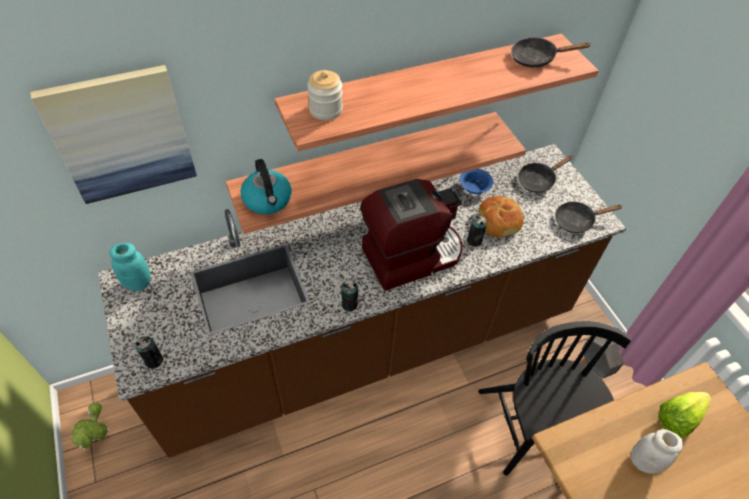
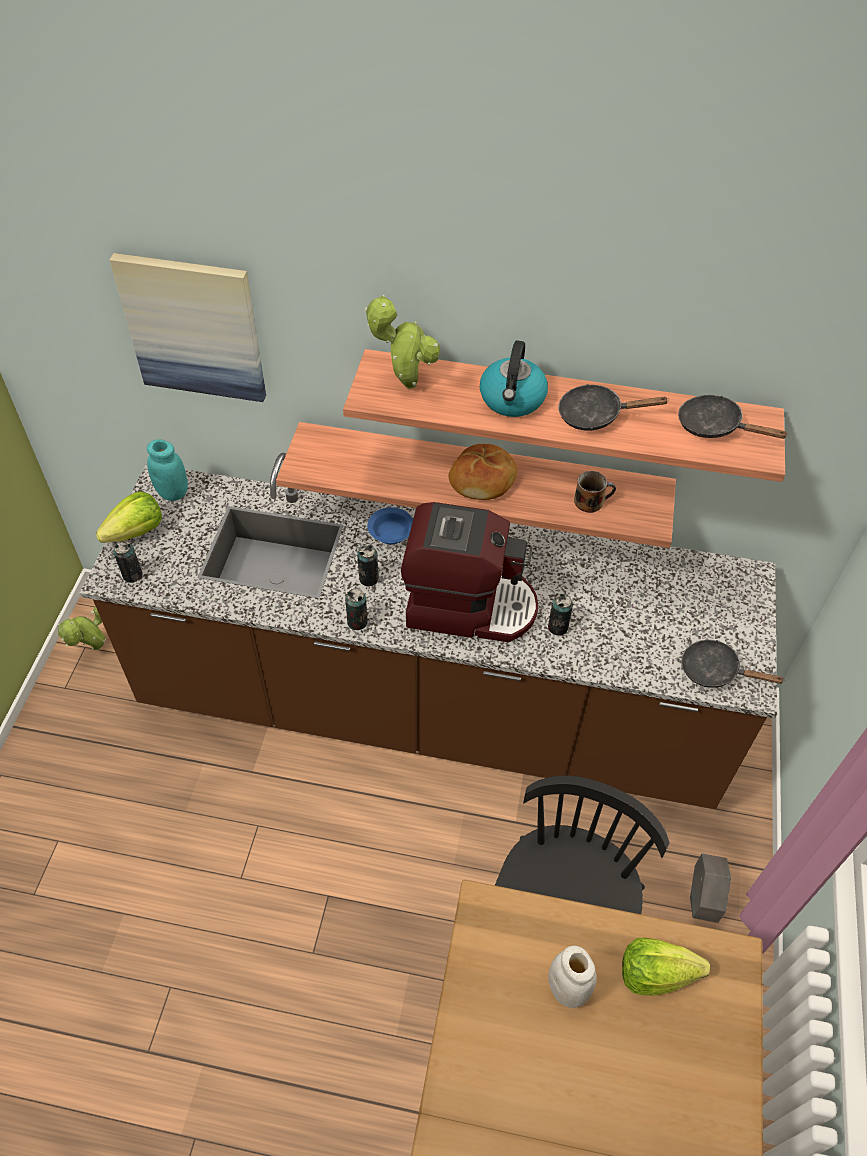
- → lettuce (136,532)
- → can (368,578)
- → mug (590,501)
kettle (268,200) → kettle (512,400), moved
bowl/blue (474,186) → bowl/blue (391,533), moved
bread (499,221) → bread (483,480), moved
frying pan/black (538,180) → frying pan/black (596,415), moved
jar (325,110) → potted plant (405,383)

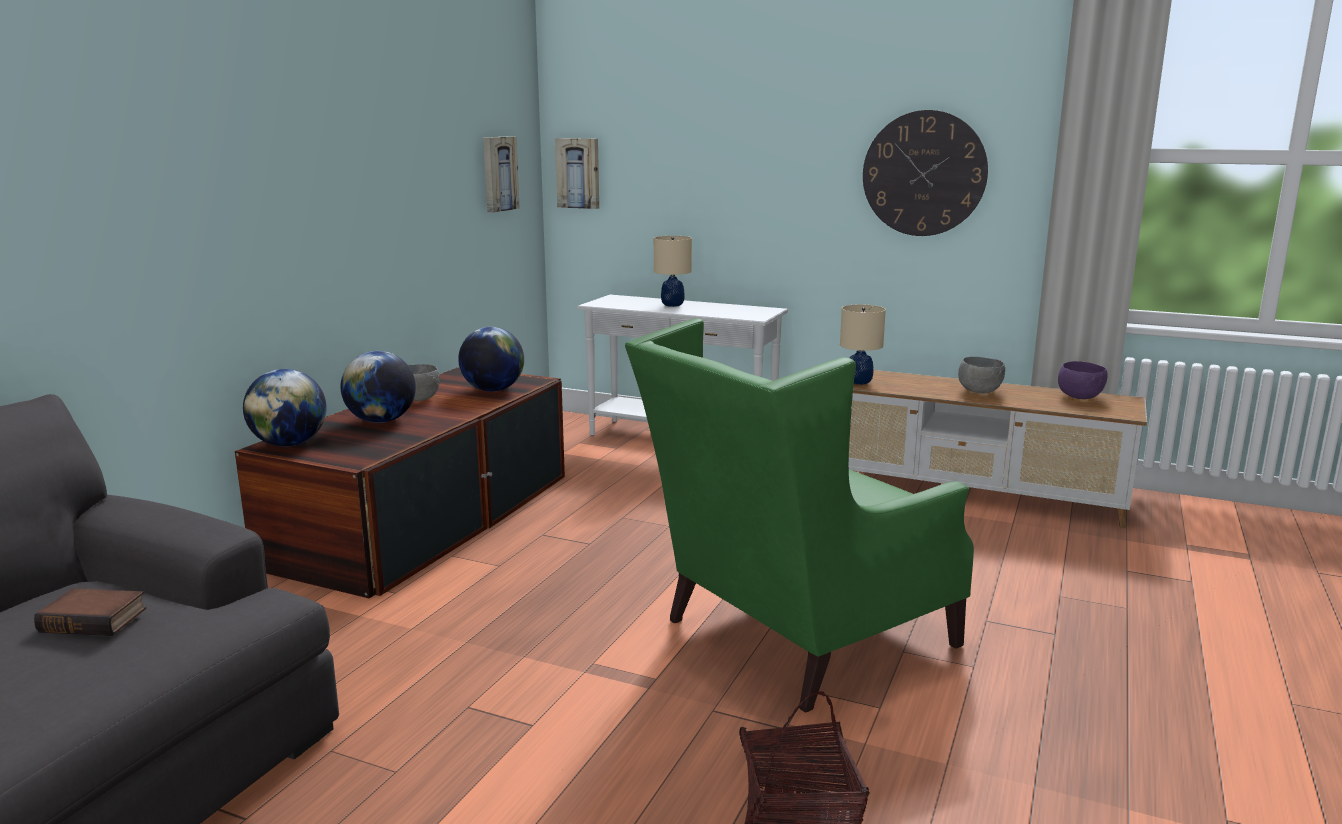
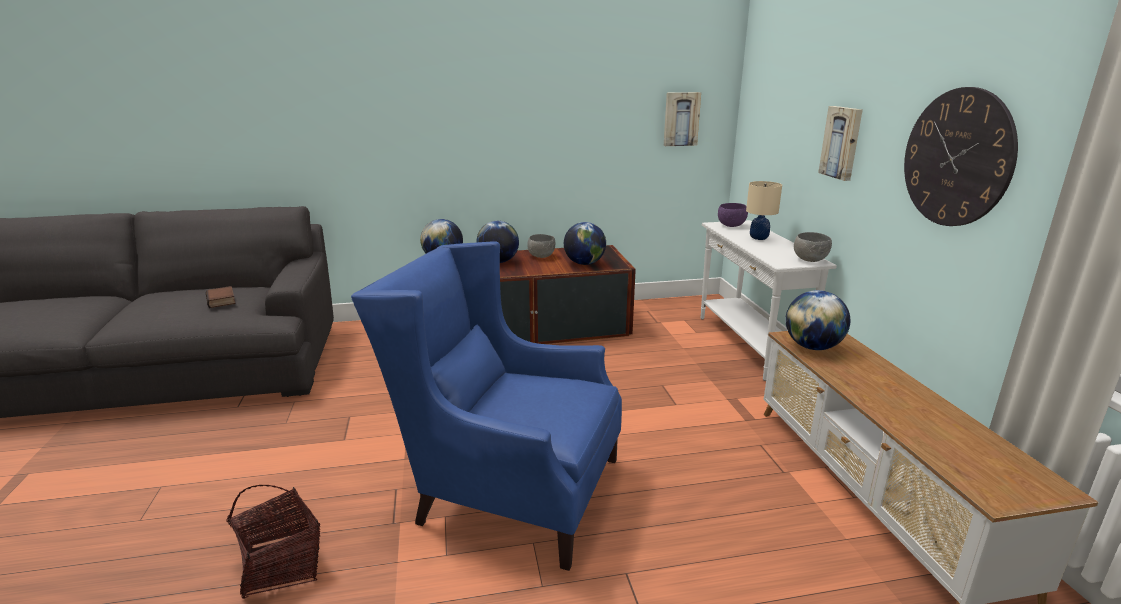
picture (578,173) → picture (842,142), moved
bowl/grey (980,392) → bowl/grey (810,260), moved
bowl/purple (1080,397) → bowl/purple (731,226), moved
table lamp/beige (860,382) → globe (812,347)
armchair/green (794,638) → armchair/blue (507,489)

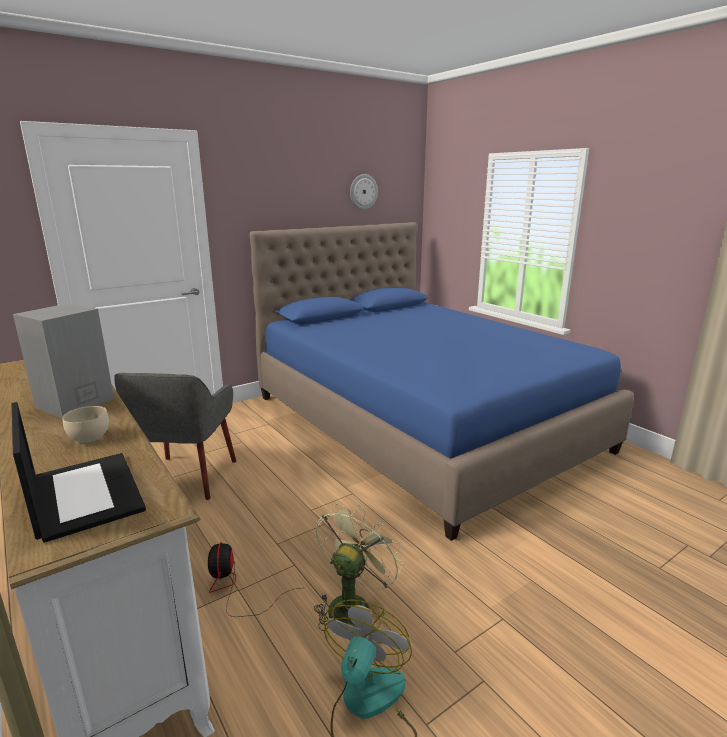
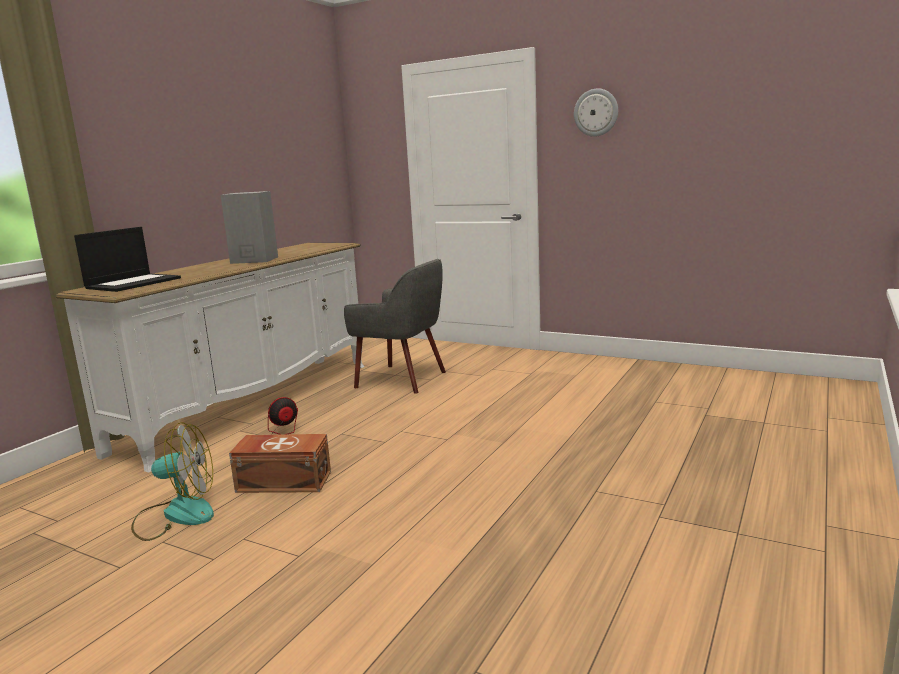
bowl/beige (90,439) → -
bed/blue (420,422) → -
wall clock (363,191) → wall clock (596,112), moved
fan/green (352,604) → storage box/brown (283,481)
armchair/grey (187,478) → armchair/grey (402,379), 135 degrees counterclockwise

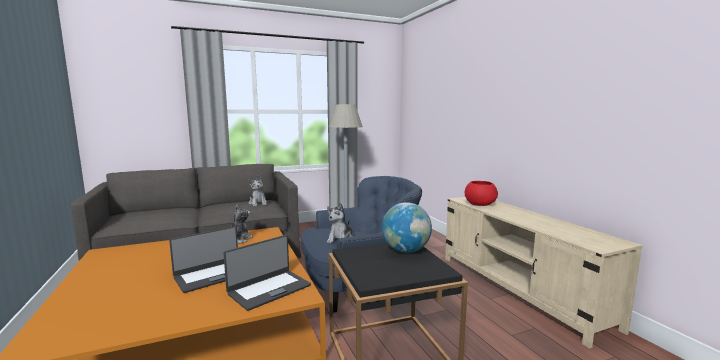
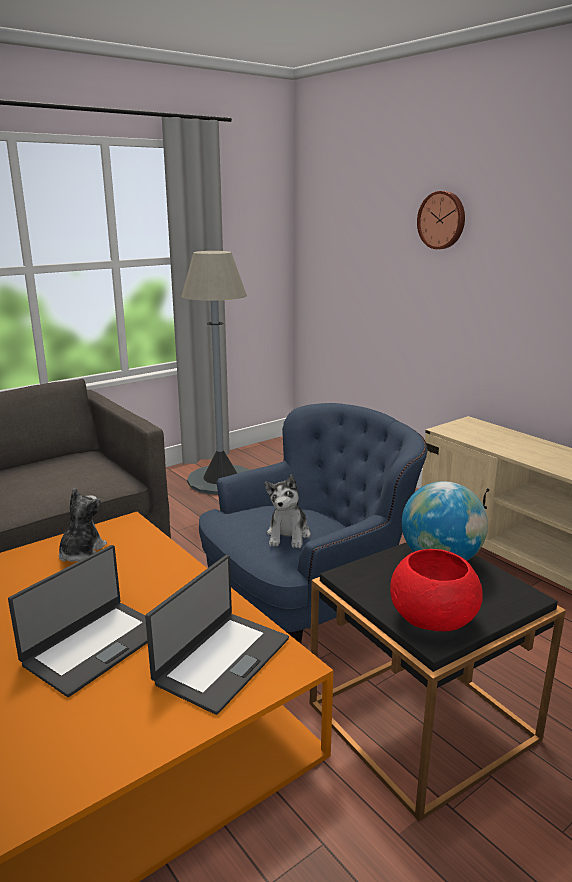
plush toy (258,203) → -
- → wall clock (442,220)
bowl/red (480,204) → bowl/red (434,619), moved

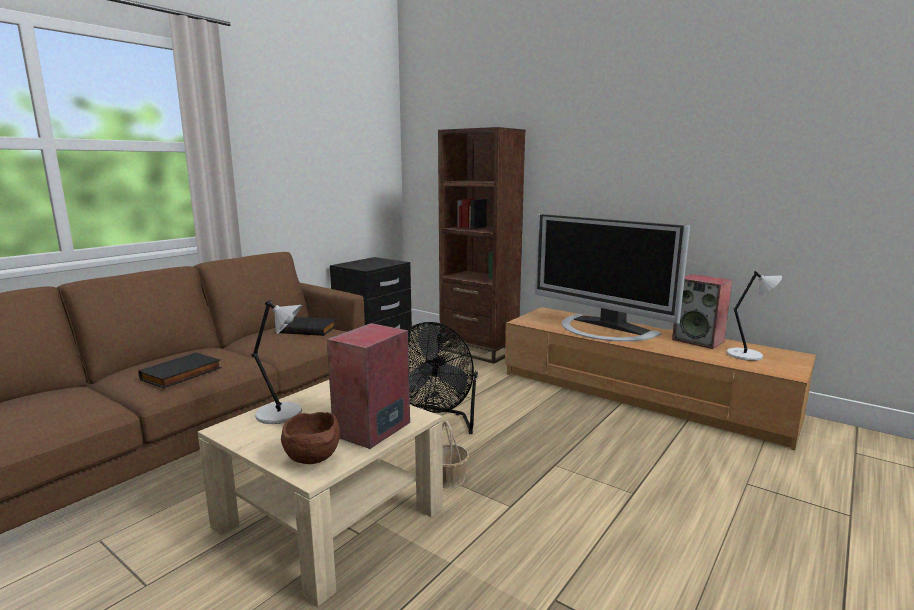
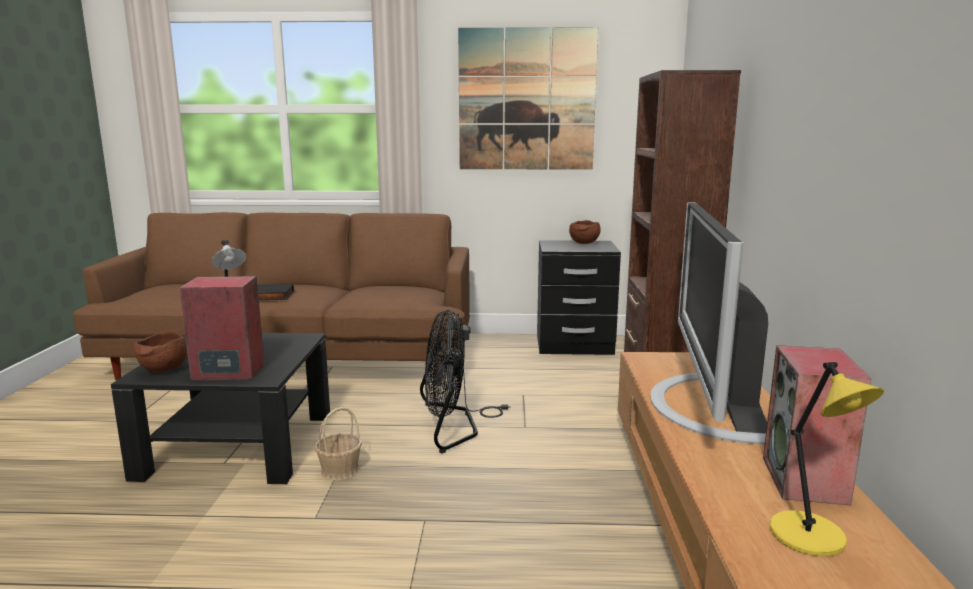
book/black (308,329) → -
- → picture (526,100)
- → bowl/brown (584,243)
coffee table/beige (330,517) → coffee table/black (238,444)
table lamp/grey (746,355) → table lamp/yellow (810,537)

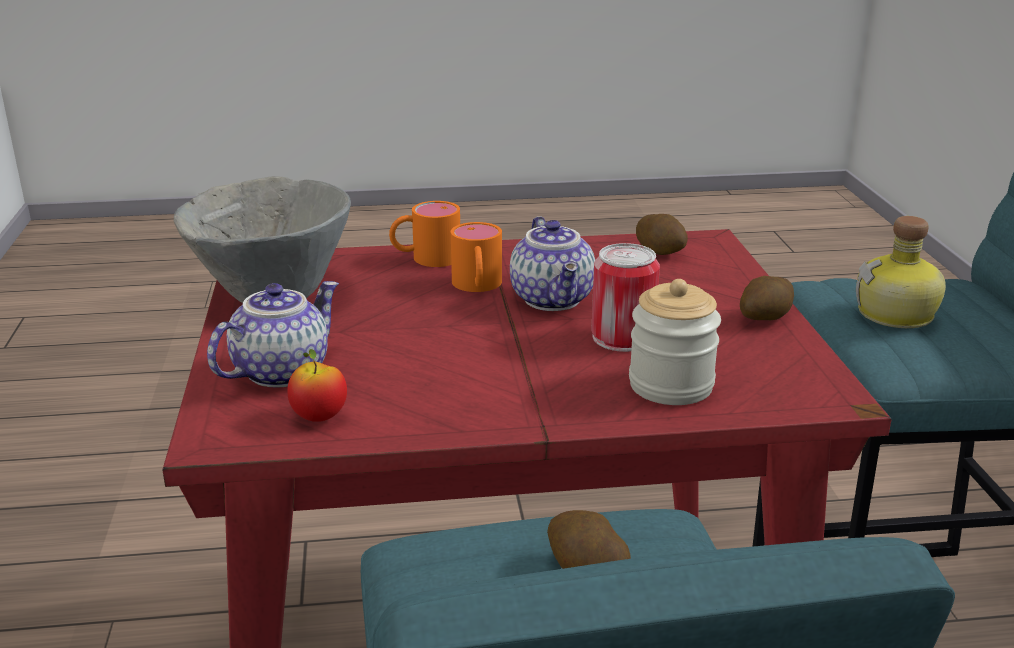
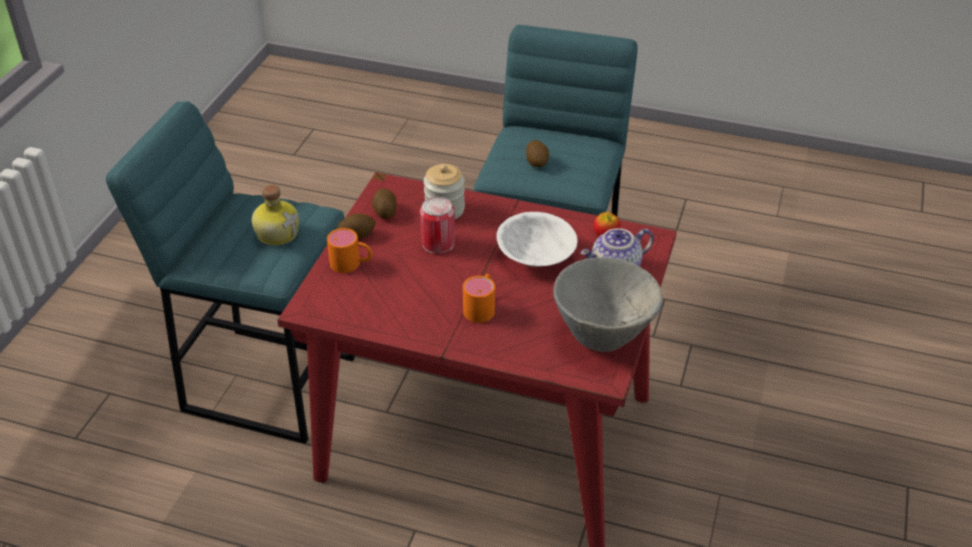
teapot (554,299) → -
- → bowl/white (536,255)
mug/orange (425,258) → mug/orange (352,264), moved
potato (661,251) → potato (385,211), moved

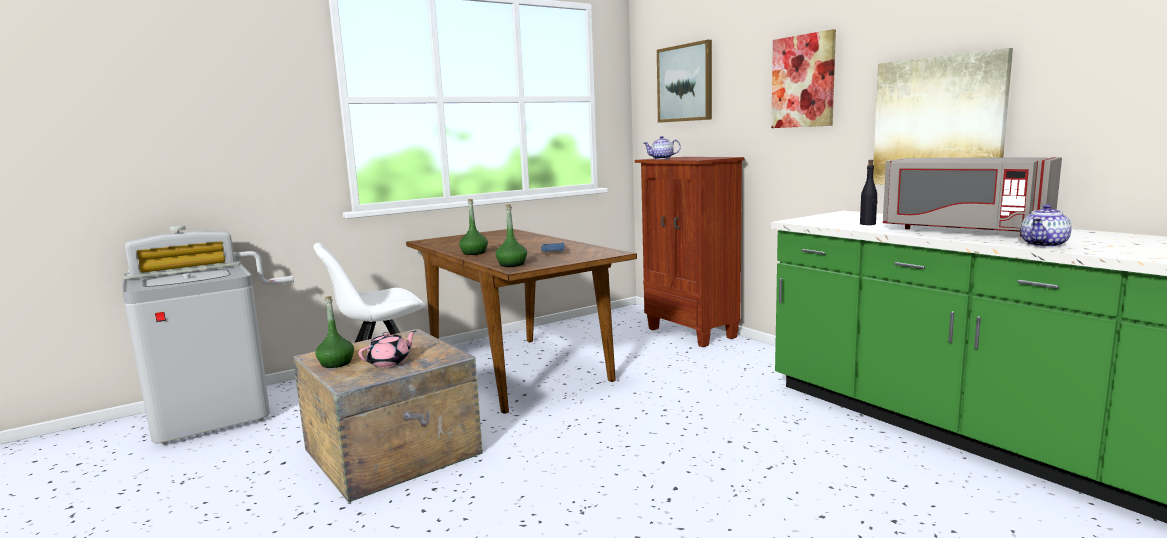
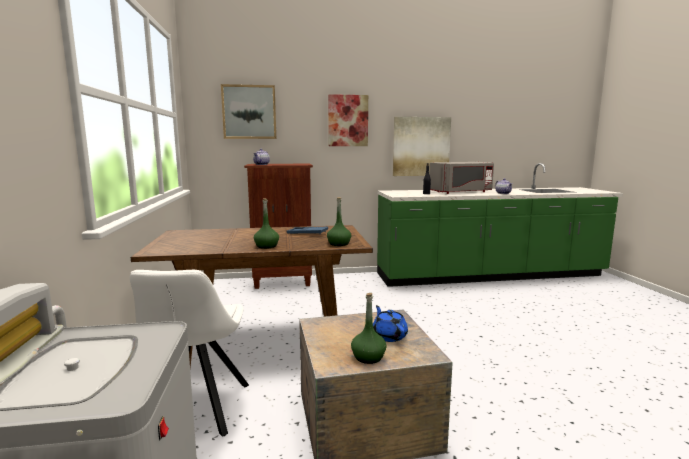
teapot/pink (390,362) → teapot/blue (389,336)

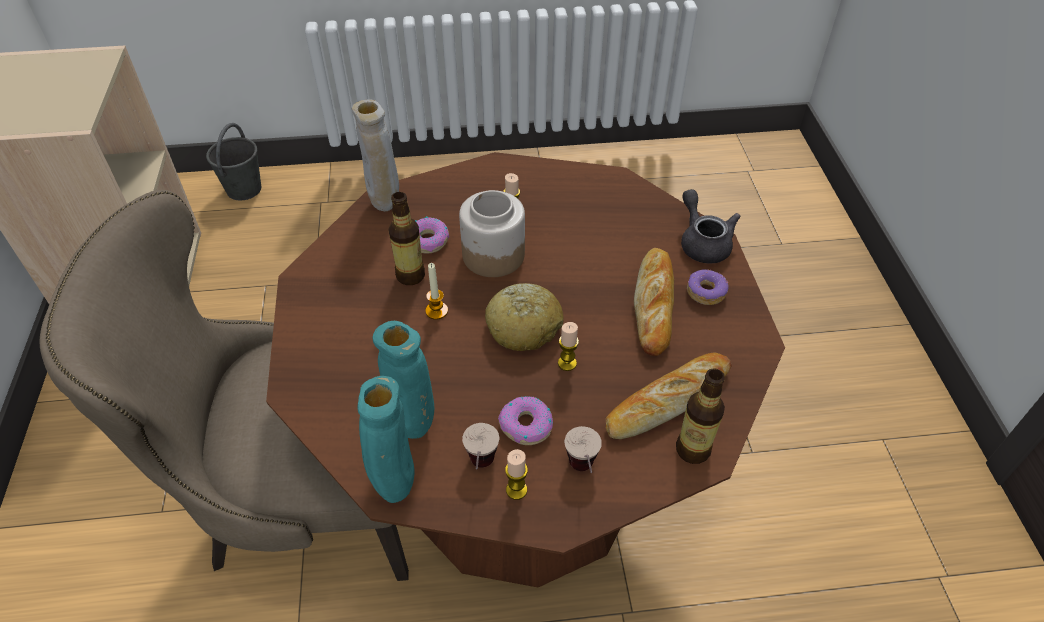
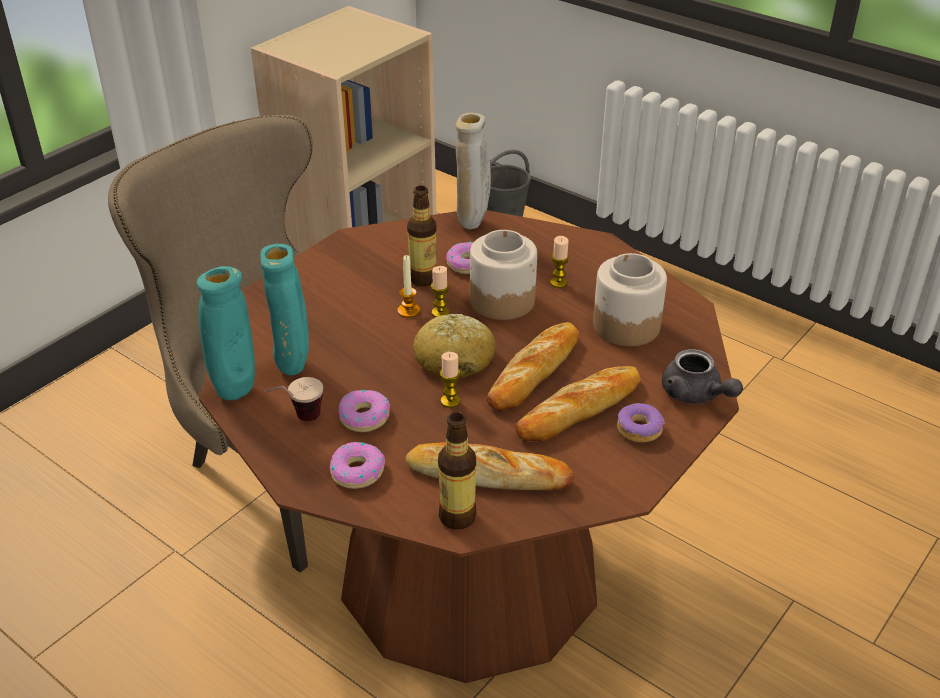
- → bread (534,371)
- → jar (625,325)
candle (516,490) → candle (440,312), moved
cup (583,474) → donut (357,471)
teapot/grey (703,242) → teapot/grey (696,395), 120 degrees clockwise

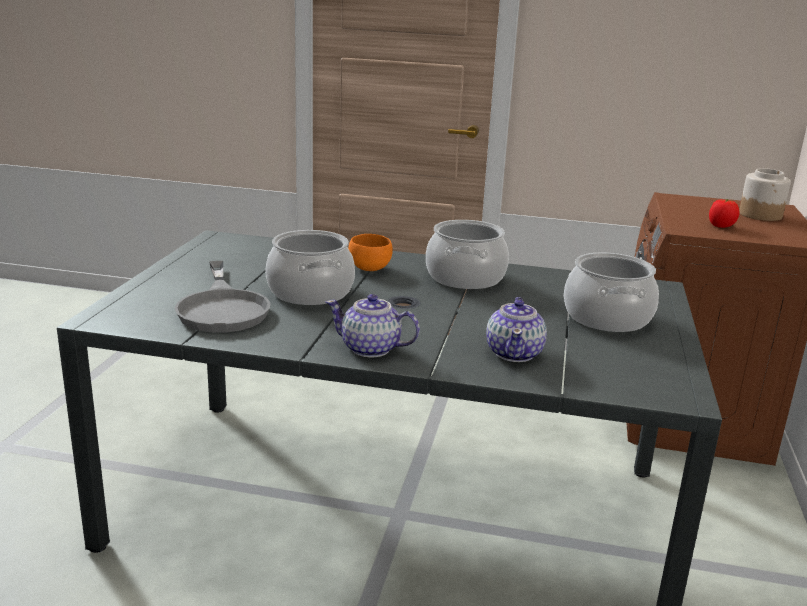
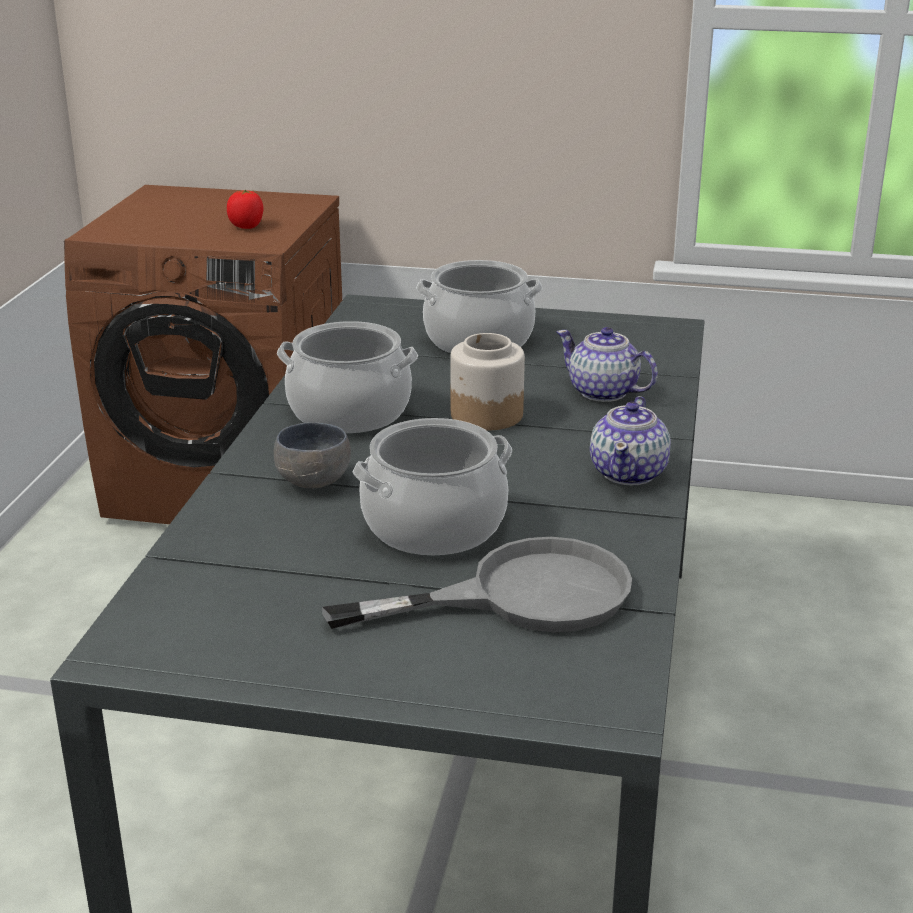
jar (760,215) → jar (486,415), moved
bowl/orange (371,269) → bowl/grey (315,480)
teapot (515,353) → teapot (603,392), 150 degrees counterclockwise

